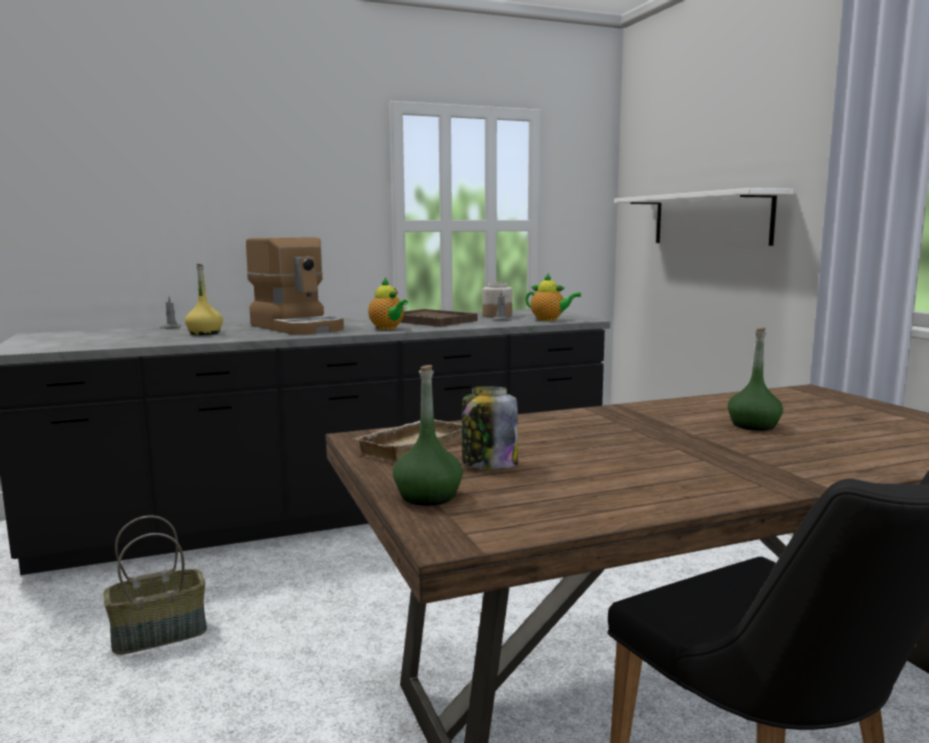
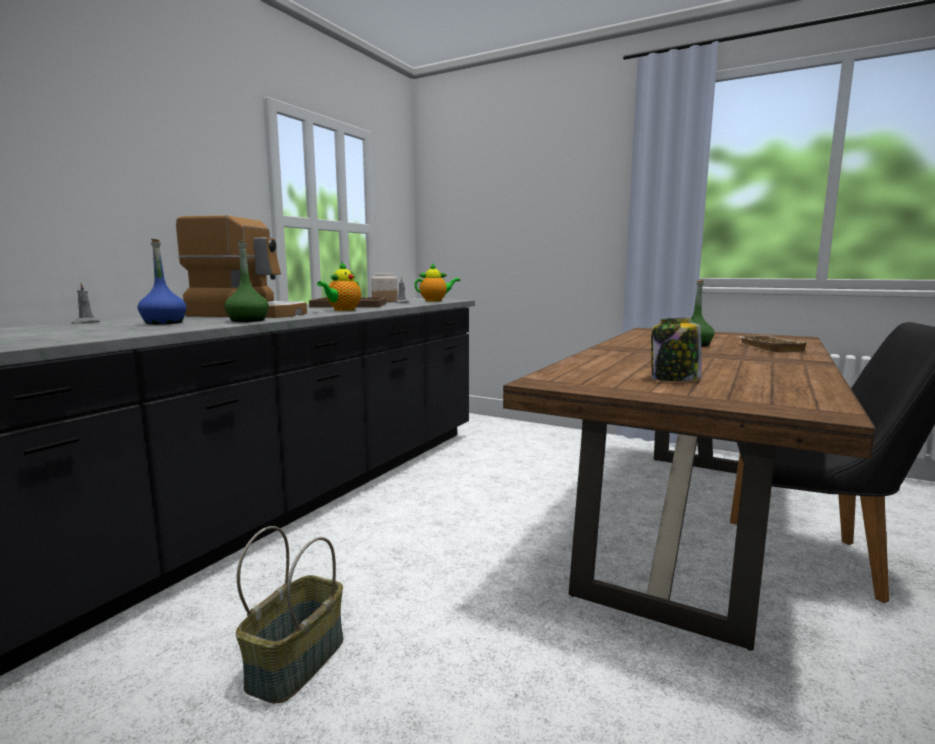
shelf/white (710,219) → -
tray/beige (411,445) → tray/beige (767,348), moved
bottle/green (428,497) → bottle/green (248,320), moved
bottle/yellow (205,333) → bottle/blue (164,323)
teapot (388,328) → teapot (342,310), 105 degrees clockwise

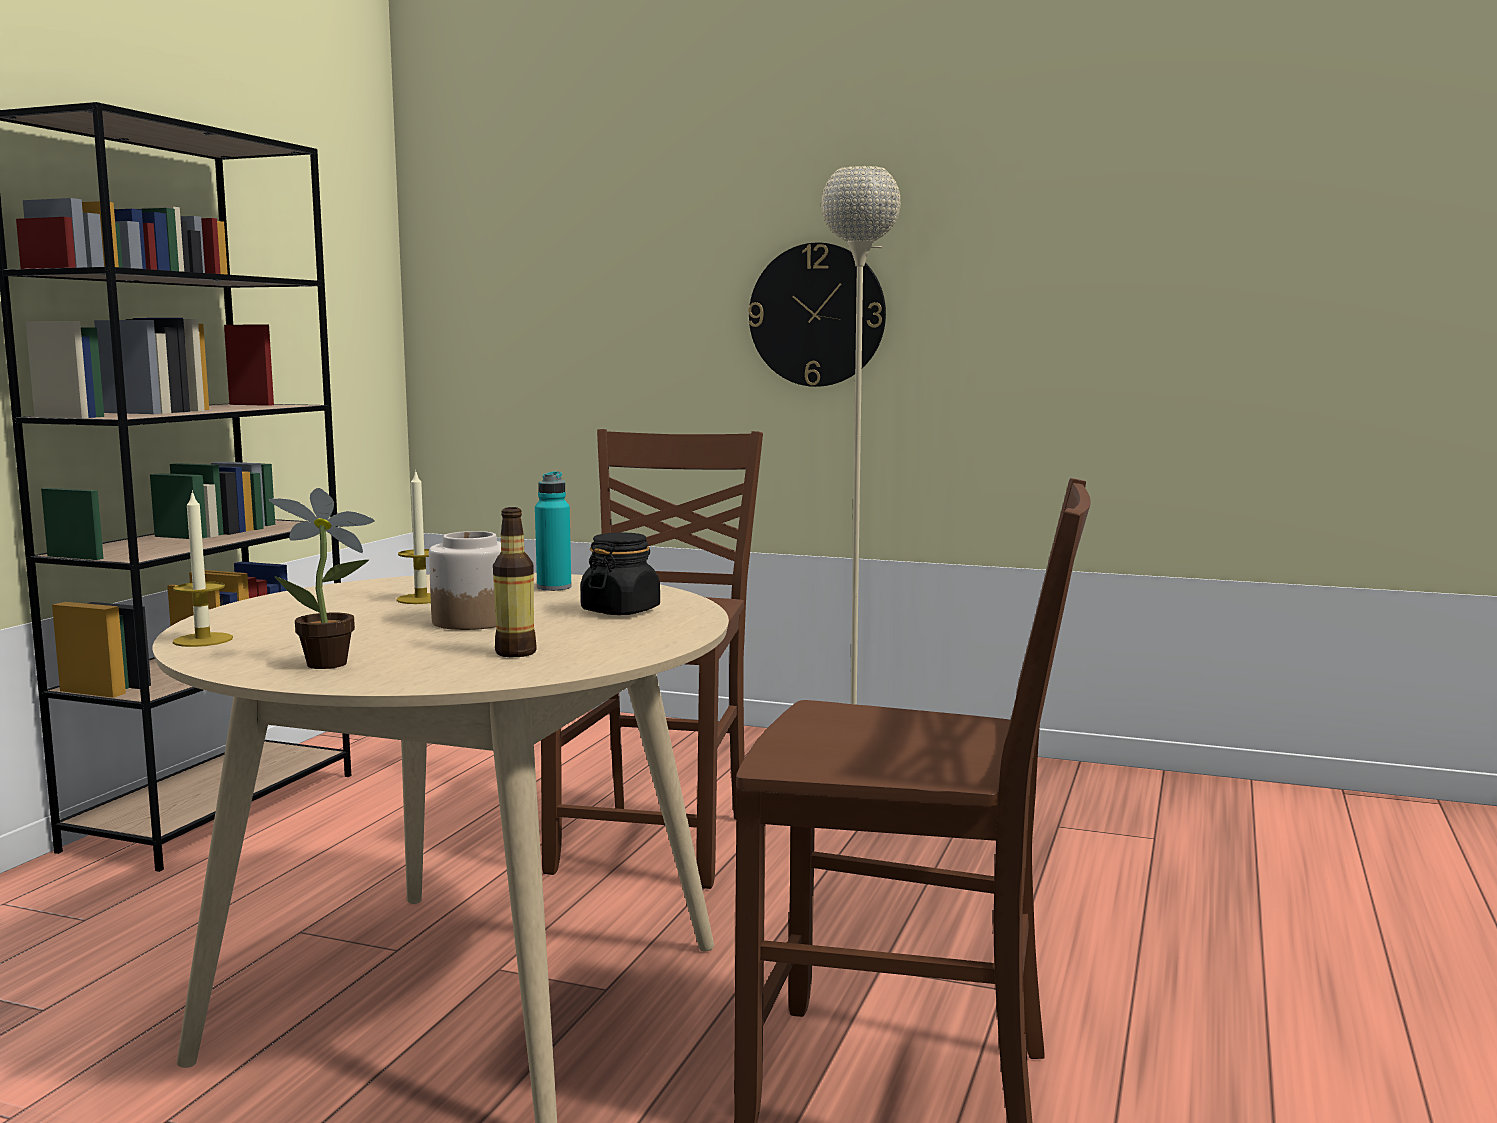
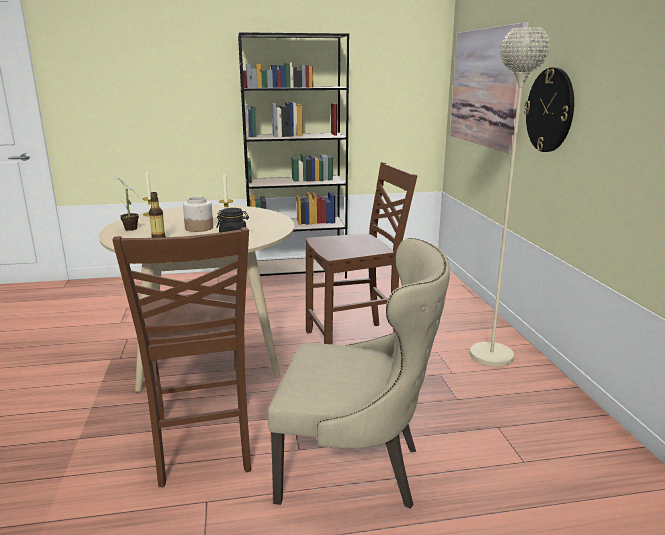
bottle/turquoise (554,587) → -
- → chair/beige (356,469)
- → picture (485,87)

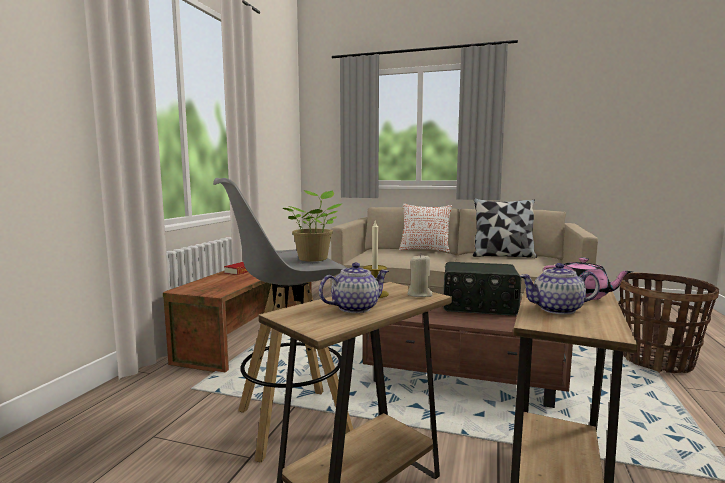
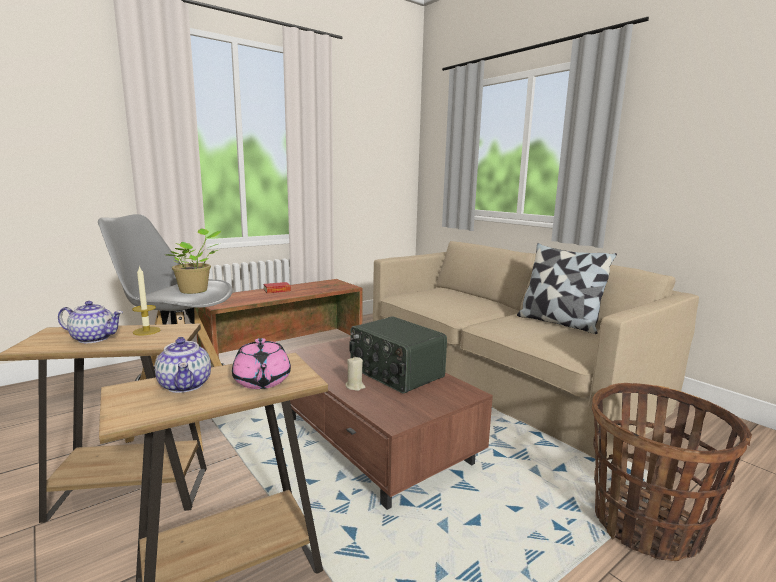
pillow/white (425,250) → -
candle/beige (420,294) → candle/beige (355,386), moved
teapot (557,309) → teapot (186,385), 150 degrees counterclockwise

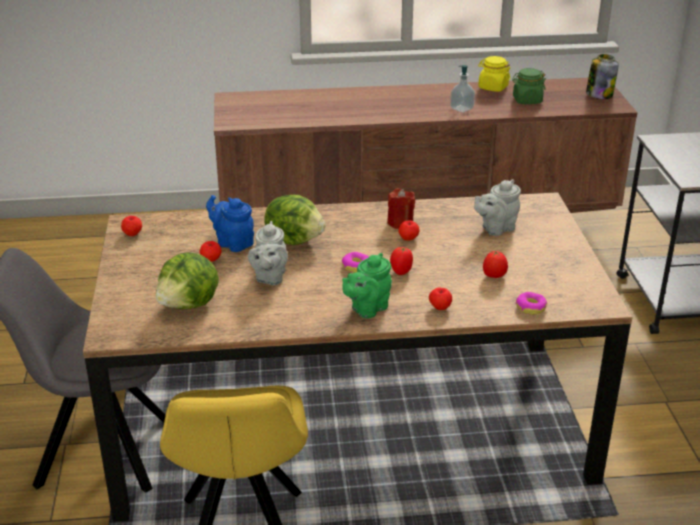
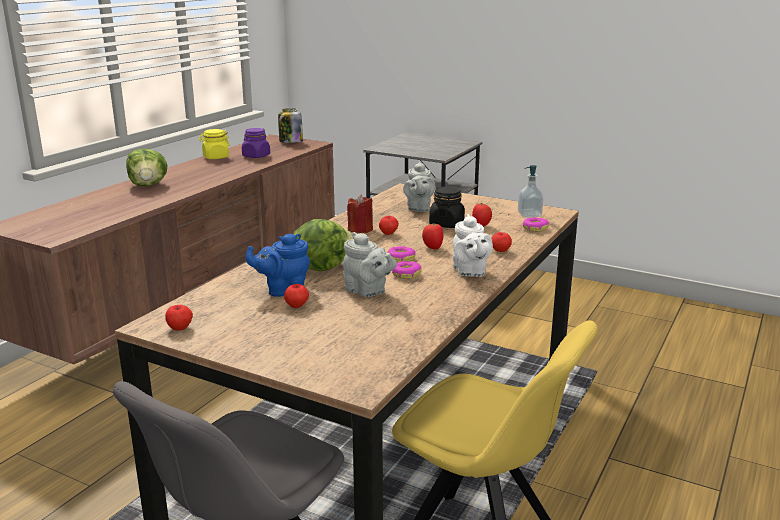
- → donut (406,274)
- → jar/black (446,224)
lettuce (190,304) → lettuce (148,185), moved
soap dispenser (461,108) → soap dispenser (529,215), moved
teapot/green (367,309) → teapot/white (470,272)
jar/green (527,100) → jar/purple (256,156)

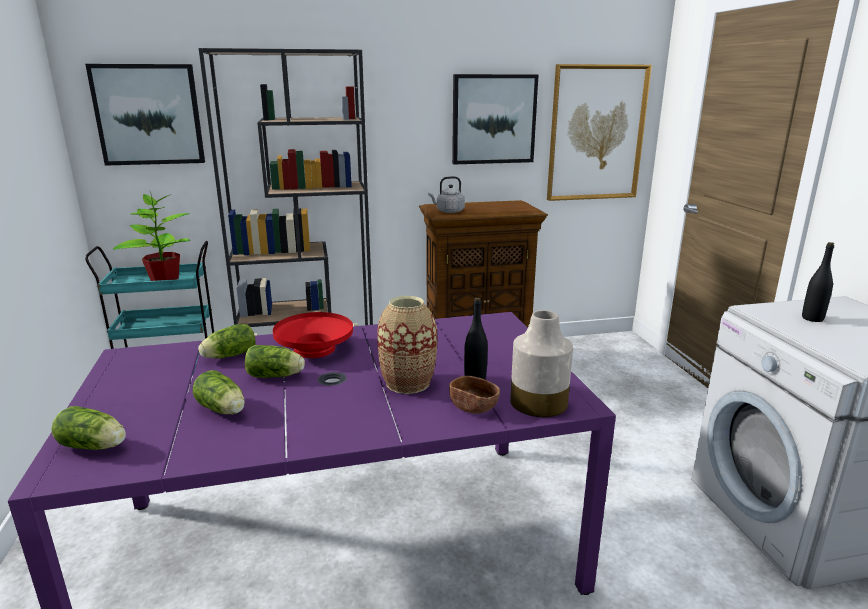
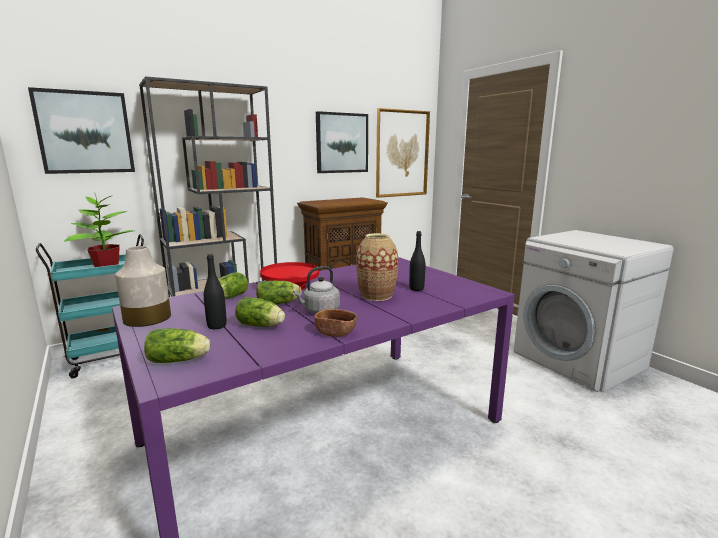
kettle/grey (448,211) → kettle/grey (319,311), moved
bowl/brown (473,407) → bowl/brown (335,333), moved
vase/beige (539,402) → vase/beige (148,317), moved
bottle/black (812,318) → bottle/black (217,326), moved

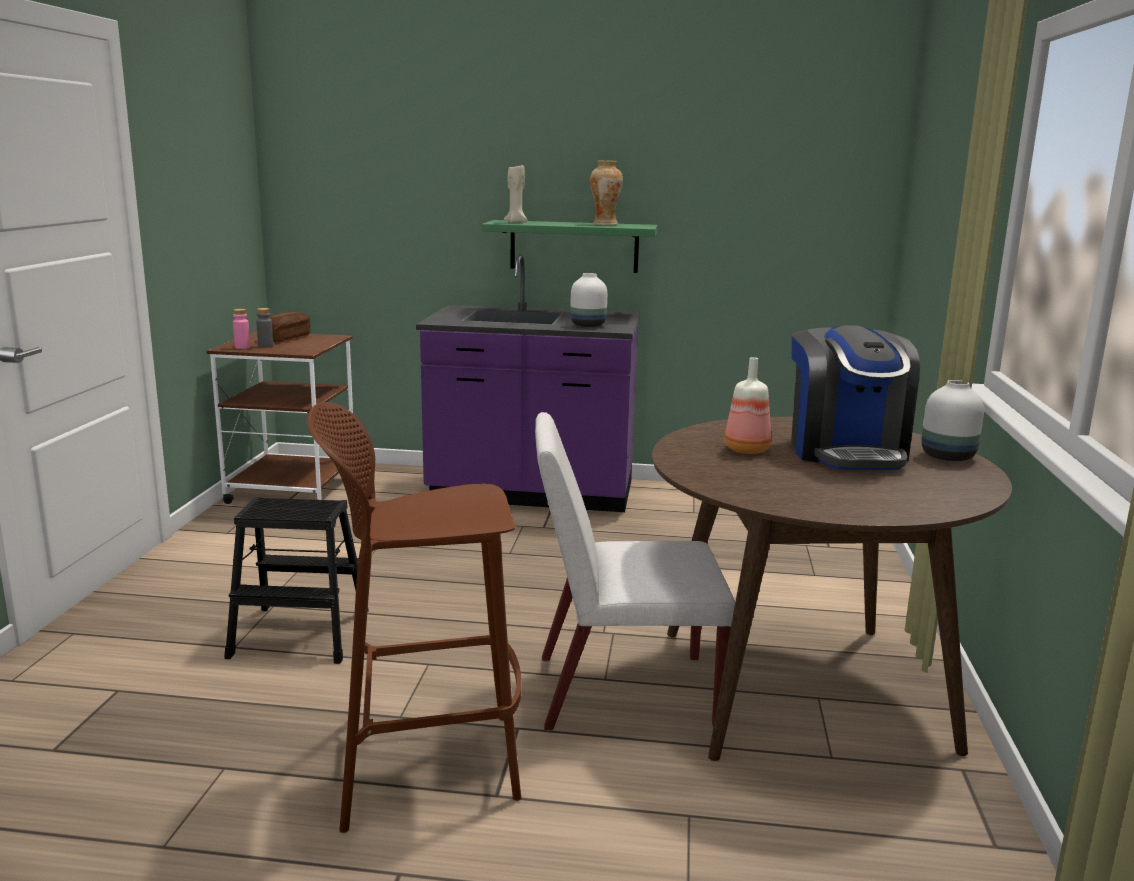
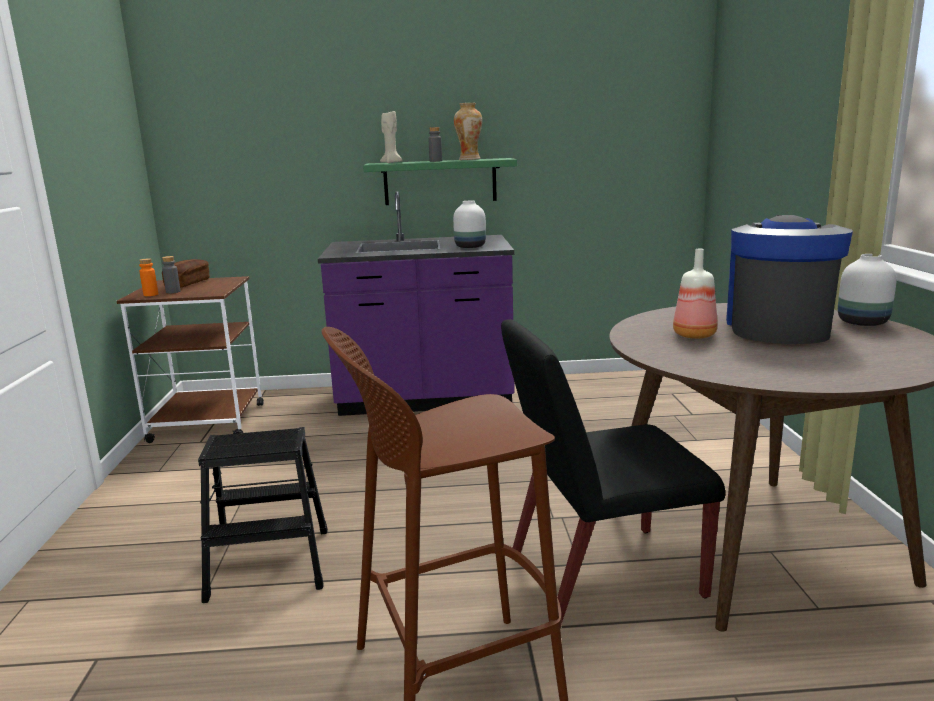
- → bottle/grey (435,161)
bottle/pink (242,347) → bottle/orange (151,294)
chair/white (623,692) → chair/black (602,574)
coffee machine (846,451) → coffee machine (777,327), 150 degrees counterclockwise

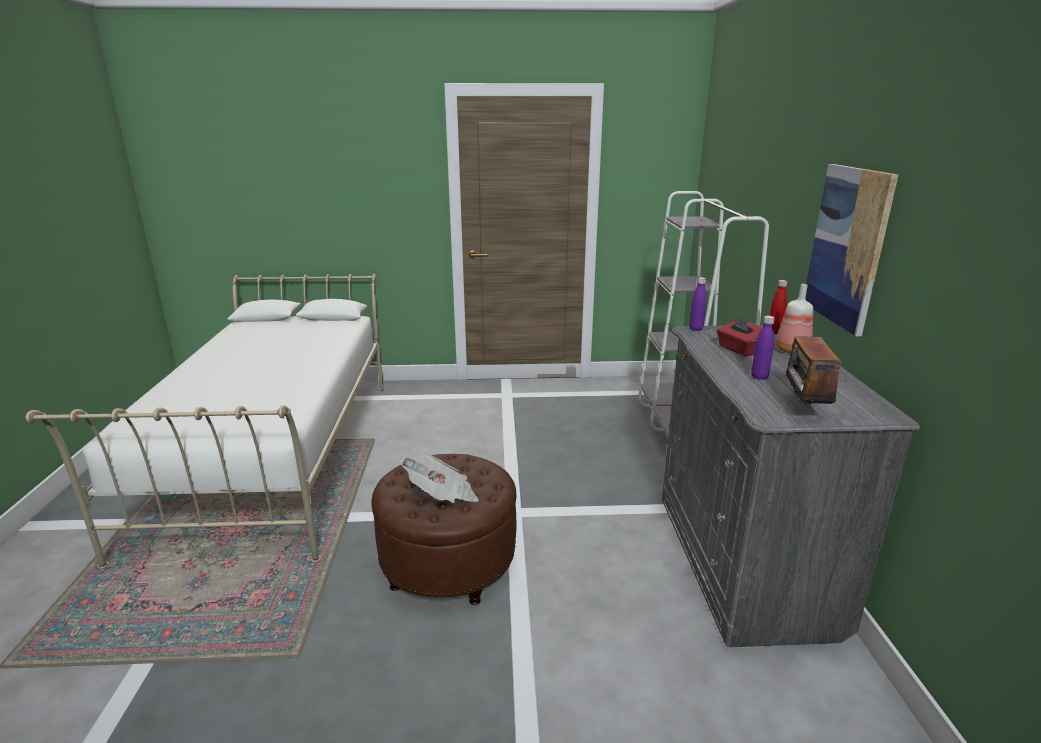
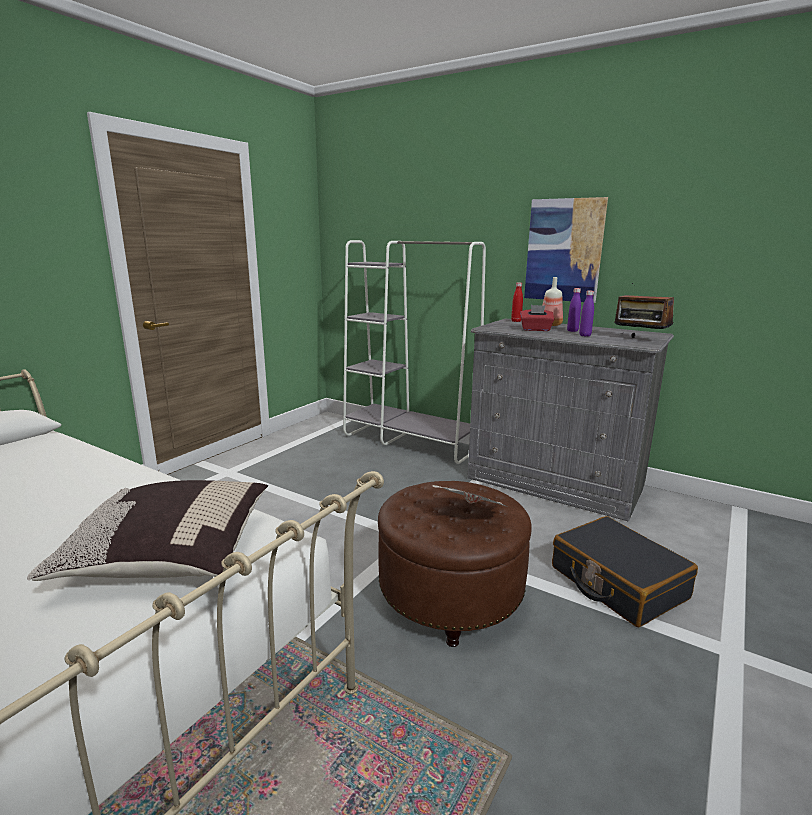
- → pillow (170,553)
- → suitcase/black (617,583)
bottle/purple (696,329) → bottle/purple (572,331), moved

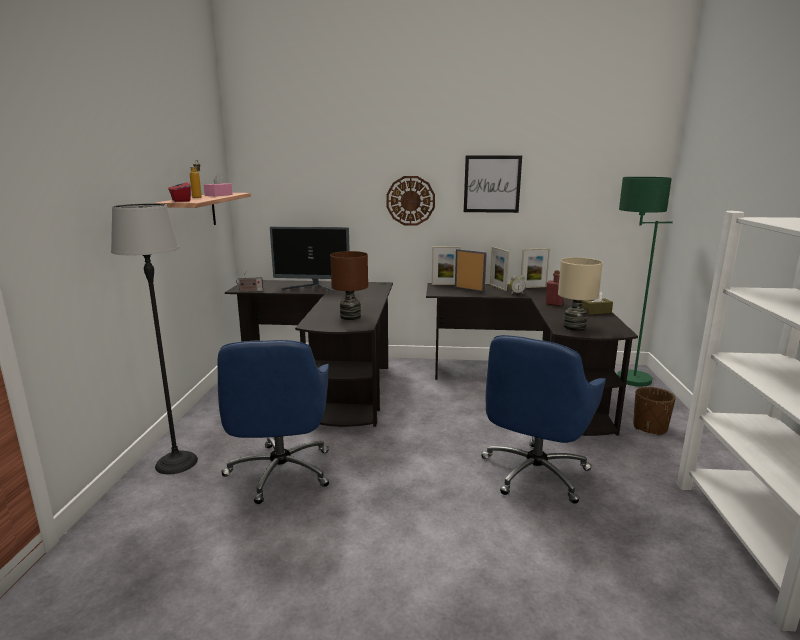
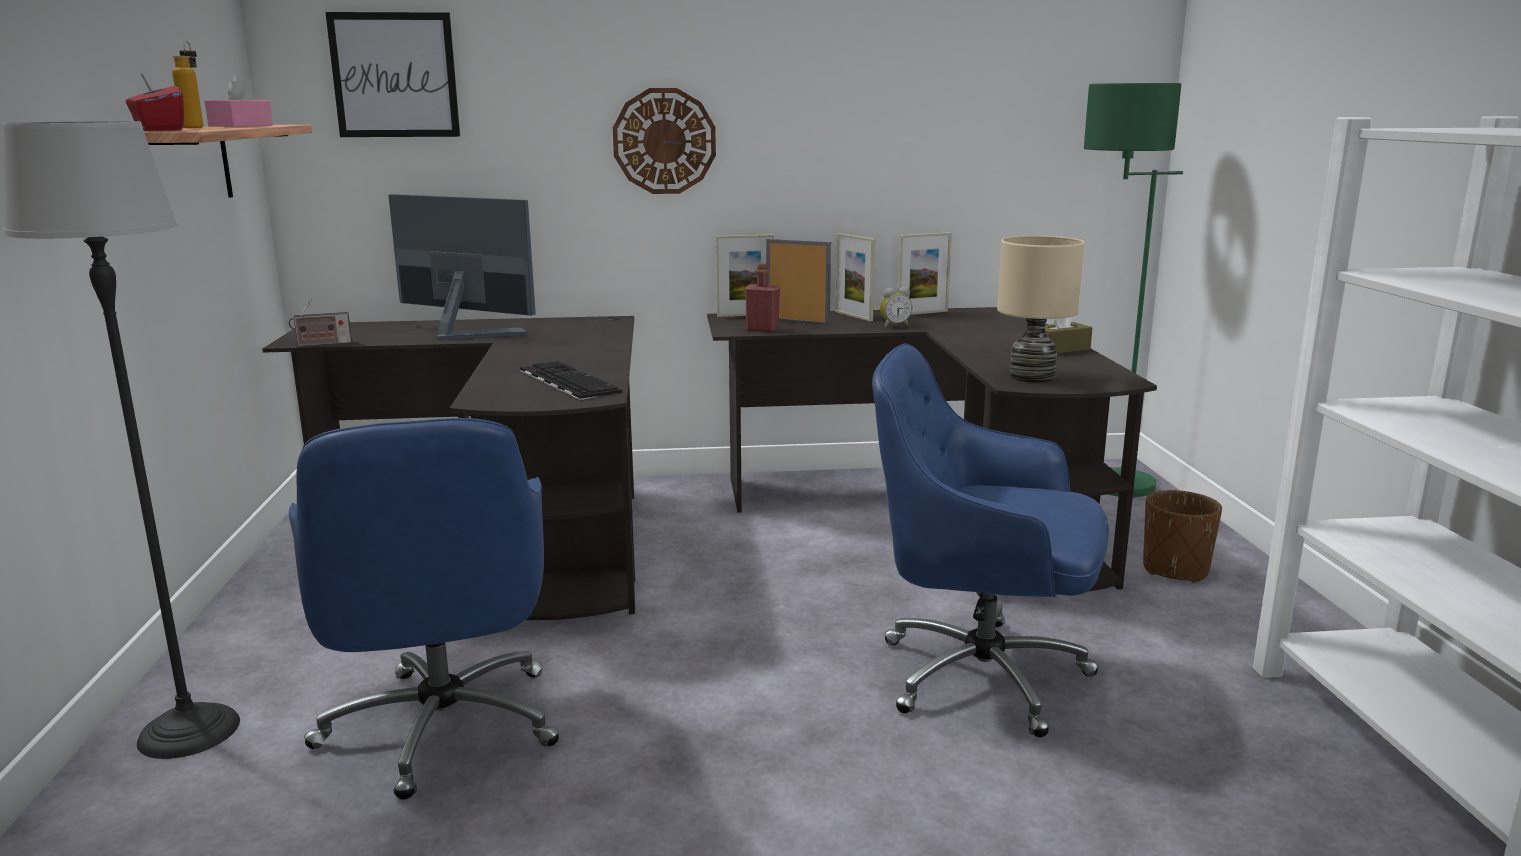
picture (492,184) → picture (394,75), moved
bottle/red (554,304) → bottle/red (762,329), moved
table lamp/brown (350,316) → keyboard (566,381)
monitor (312,288) → monitor (463,333), 150 degrees counterclockwise
office chair/blue (534,473) → office chair/blue (982,674), 90 degrees clockwise

